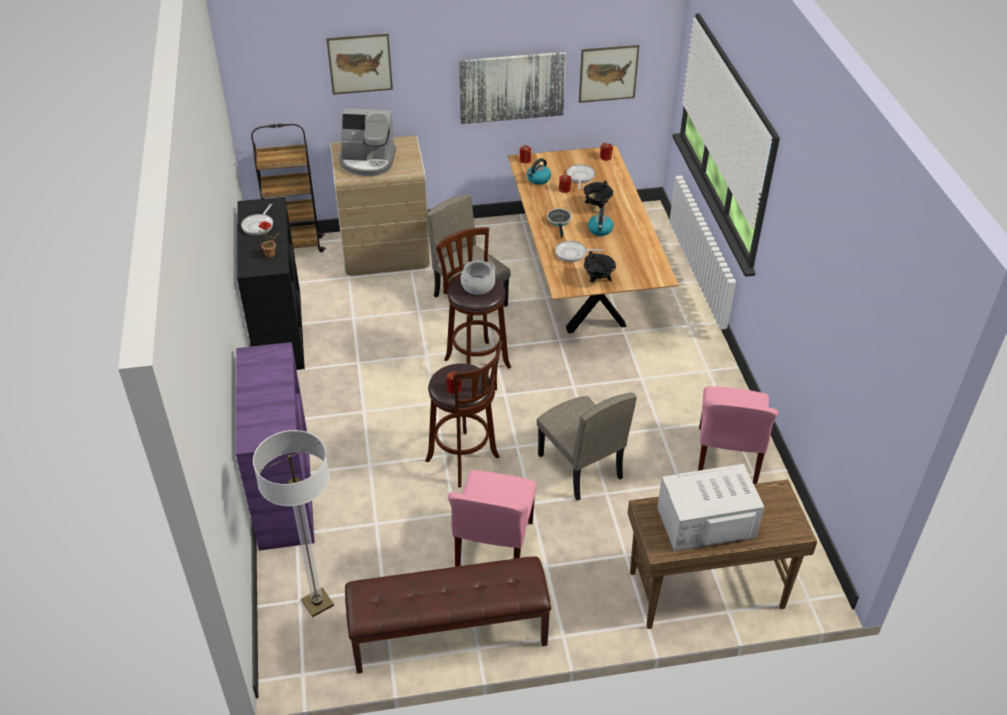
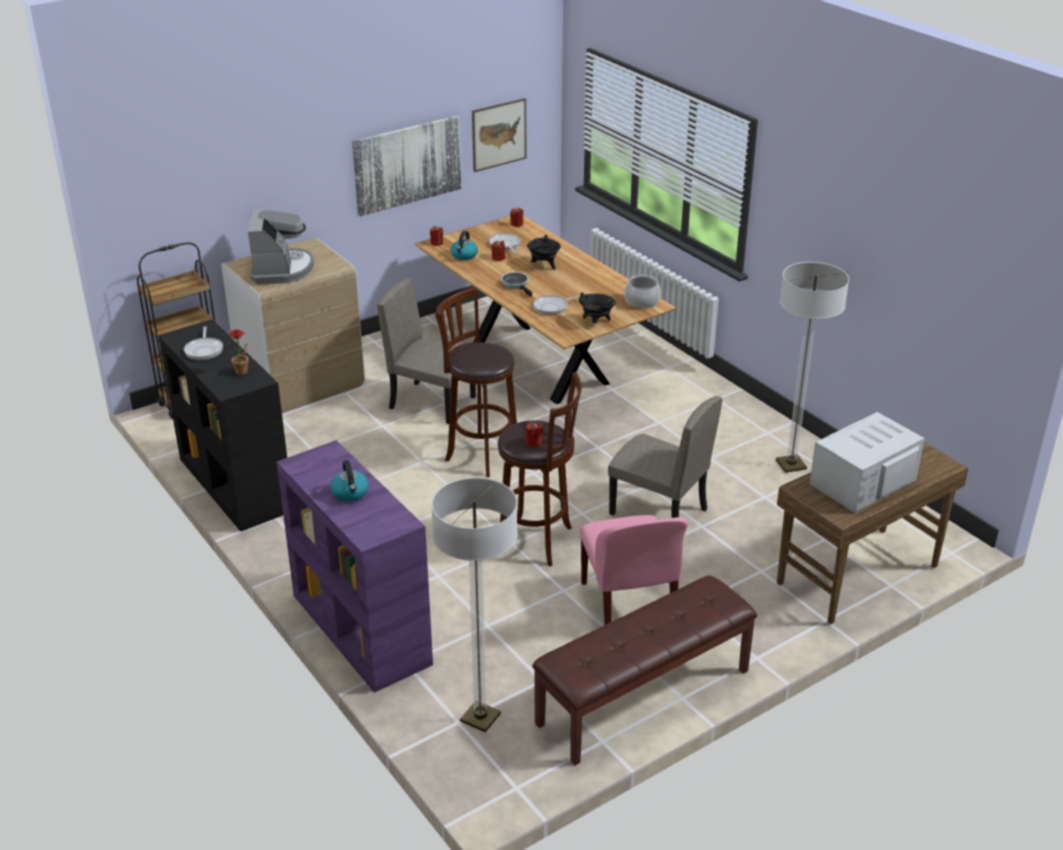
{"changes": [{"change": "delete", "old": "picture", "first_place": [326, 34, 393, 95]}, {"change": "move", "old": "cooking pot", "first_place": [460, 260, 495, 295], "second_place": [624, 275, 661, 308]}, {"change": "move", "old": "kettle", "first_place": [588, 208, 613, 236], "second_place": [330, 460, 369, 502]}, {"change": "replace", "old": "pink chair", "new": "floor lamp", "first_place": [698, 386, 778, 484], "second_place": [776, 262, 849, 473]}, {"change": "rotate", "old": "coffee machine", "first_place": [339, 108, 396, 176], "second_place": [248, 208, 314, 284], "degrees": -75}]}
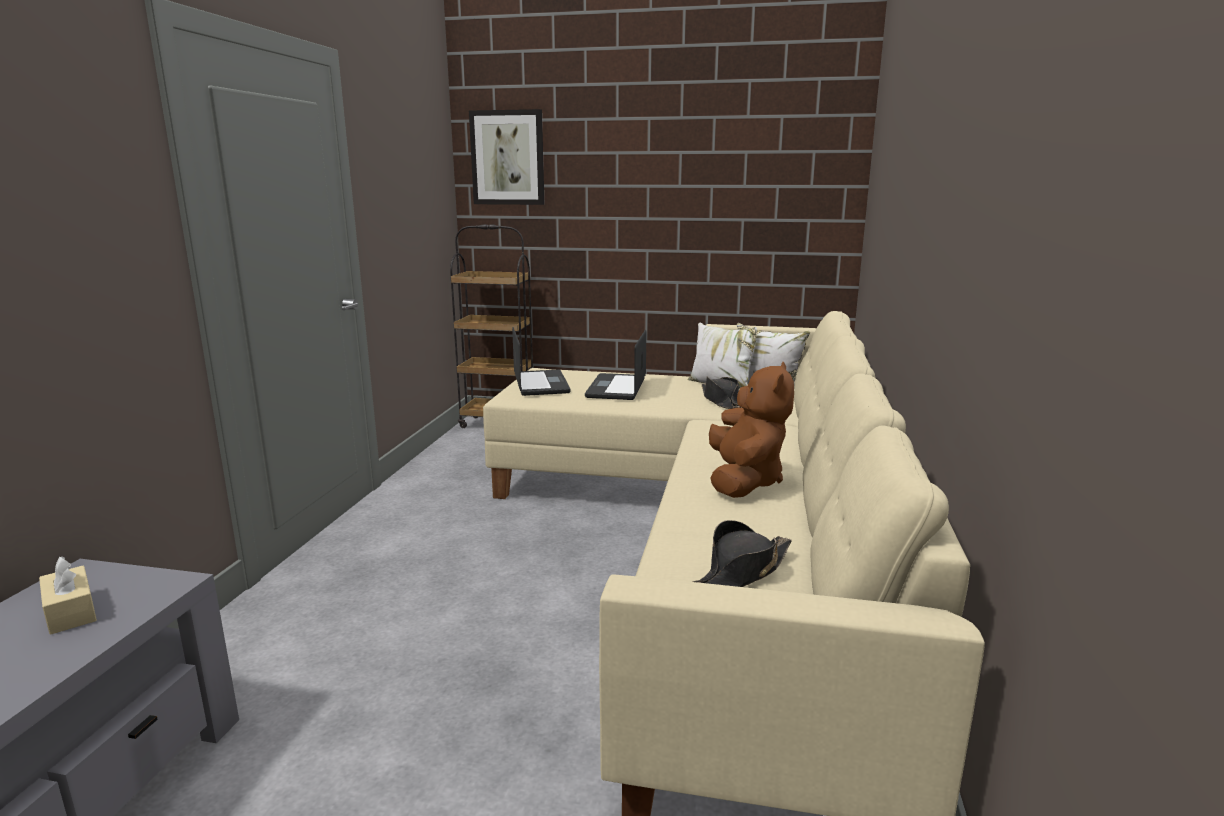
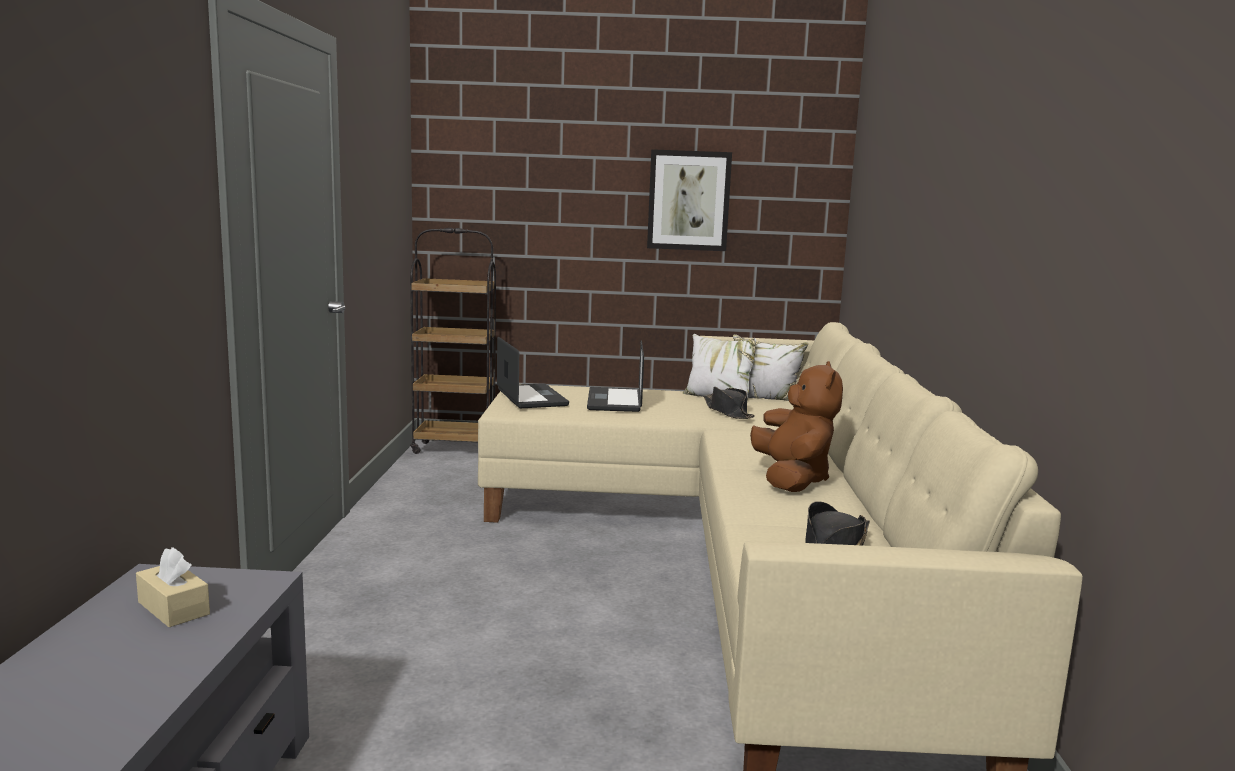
{"changes": [{"change": "move", "old": "picture", "first_place": [469, 109, 545, 205], "second_place": [647, 149, 732, 251]}]}
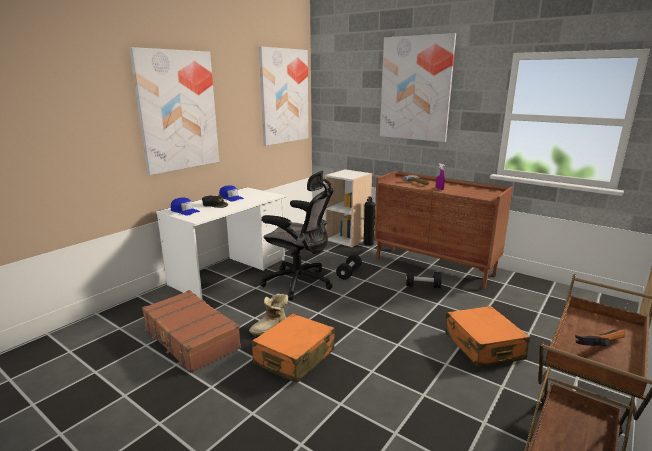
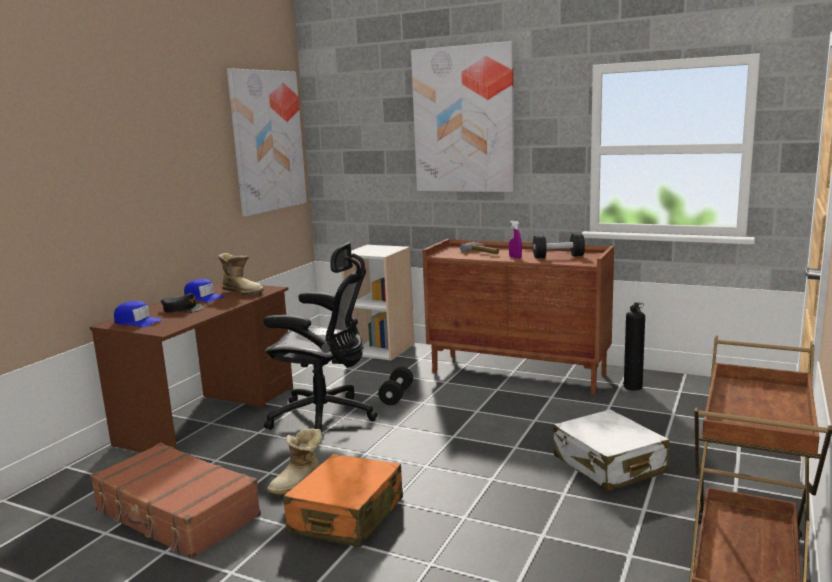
{"changes": [{"change": "delete", "old": "picture", "first_place": [129, 47, 219, 175]}, {"change": "delete", "old": "hammer", "first_place": [575, 329, 625, 346]}, {"change": "insert", "new": "boot", "second_place": [217, 253, 264, 296]}, {"change": "move", "old": "fire extinguisher", "first_place": [364, 197, 375, 246], "second_place": [624, 302, 645, 391]}, {"change": "move", "old": "black dumbbell", "first_place": [406, 270, 442, 288], "second_place": [533, 233, 585, 258]}, {"change": "recolor", "old": "white desk", "new": "brown desk", "first_place": [156, 187, 285, 300], "second_place": [90, 282, 293, 453]}, {"change": "recolor", "old": "orange suitcase", "new": "white suitcase", "first_place": [446, 306, 530, 367], "second_place": [553, 409, 669, 491]}]}
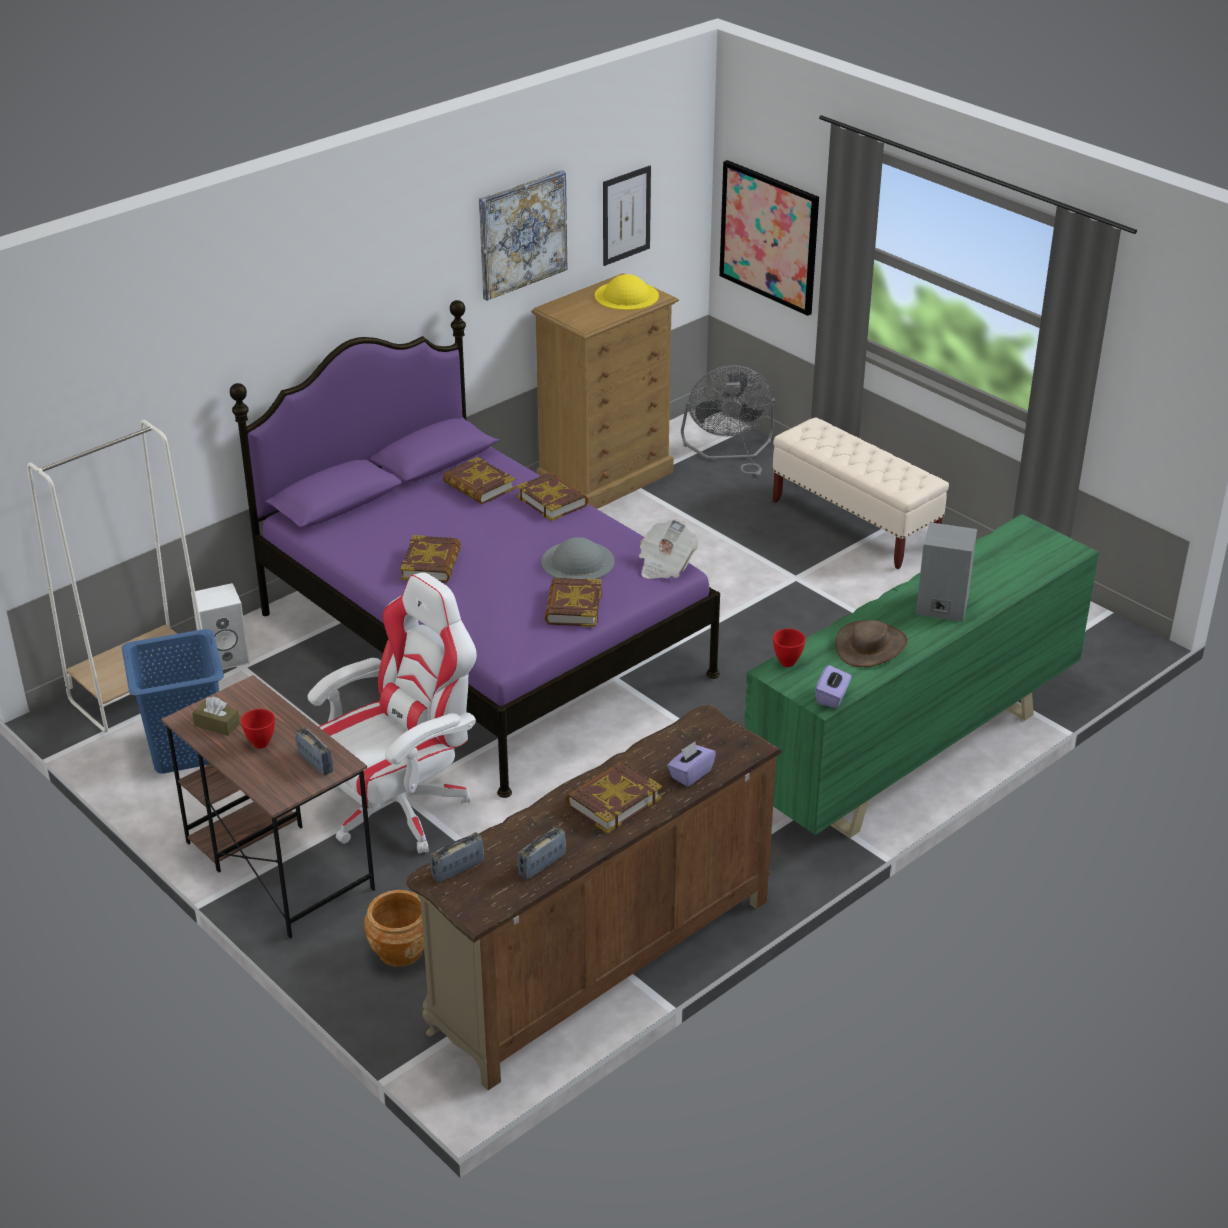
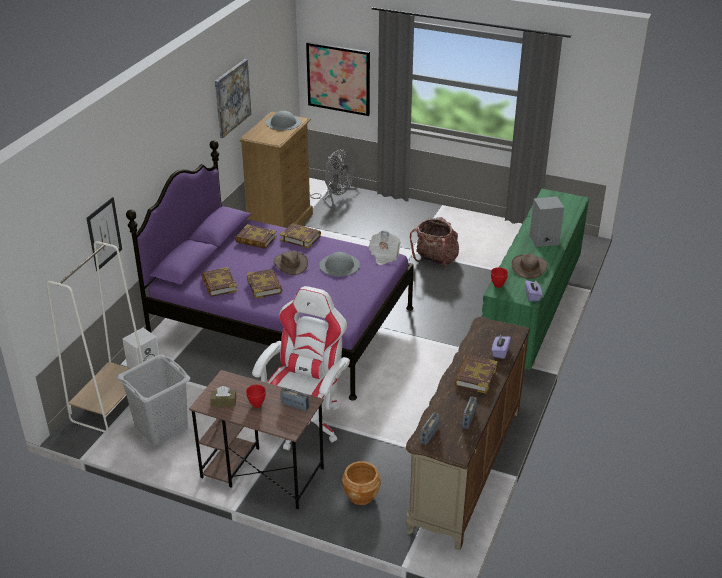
{"changes": [{"change": "delete", "old": "beige bench", "first_place": [772, 417, 949, 569]}, {"change": "insert", "new": "brown hat", "second_place": [274, 251, 308, 275]}, {"change": "insert", "new": "backpack", "second_place": [410, 217, 459, 269]}, {"change": "move", "old": "book", "first_place": [545, 578, 602, 627], "second_place": [201, 267, 237, 297]}, {"change": "move", "old": "picture", "first_place": [603, 165, 651, 266], "second_place": [86, 197, 122, 271]}, {"change": "recolor", "old": "blue laundry basket", "new": "grey laundry basket", "first_place": [122, 629, 224, 774], "second_place": [117, 354, 190, 445]}, {"change": "recolor", "old": "yellow hat", "new": "grey hat", "first_place": [595, 274, 659, 310], "second_place": [266, 111, 301, 130]}, {"change": "rotate", "old": "grey fan", "first_place": [681, 365, 775, 477], "second_place": [310, 149, 359, 210], "degrees": 150}]}
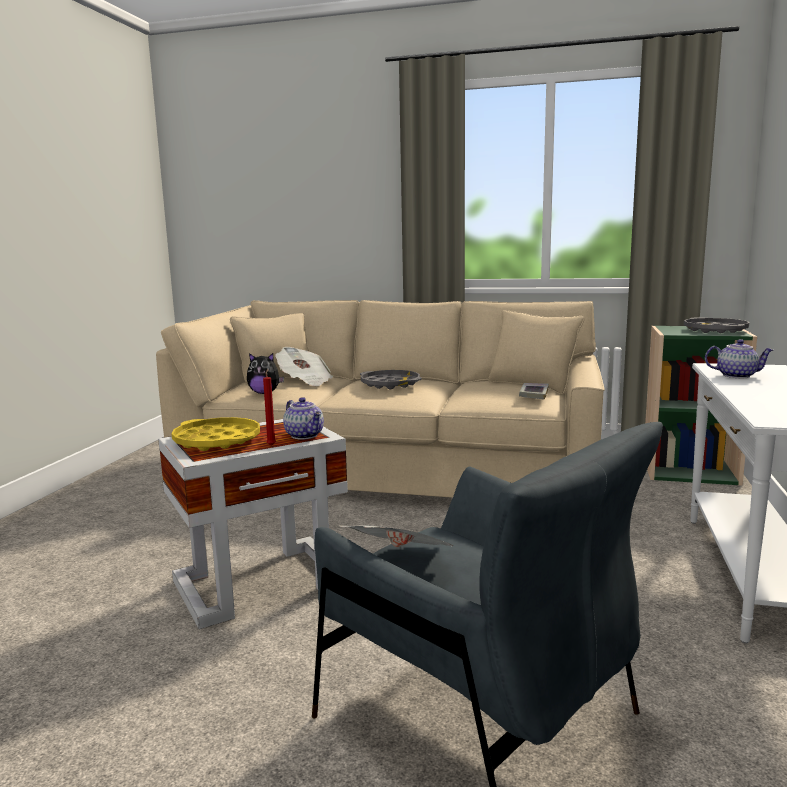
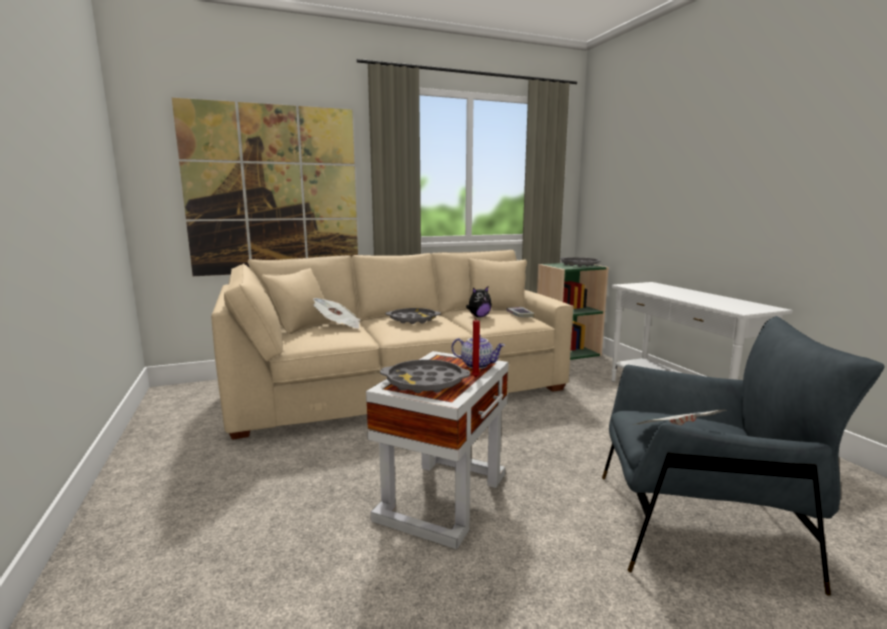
{"changes": [{"change": "delete", "old": "teapot", "first_place": [705, 339, 773, 378]}, {"change": "insert", "new": "picture", "second_place": [172, 98, 358, 276]}, {"change": "move", "old": "plush toy", "first_place": [247, 353, 284, 394], "second_place": [466, 287, 492, 317]}, {"change": "recolor", "old": "yellow tray", "new": "grey tray", "first_place": [171, 417, 260, 451], "second_place": [380, 359, 470, 393]}]}
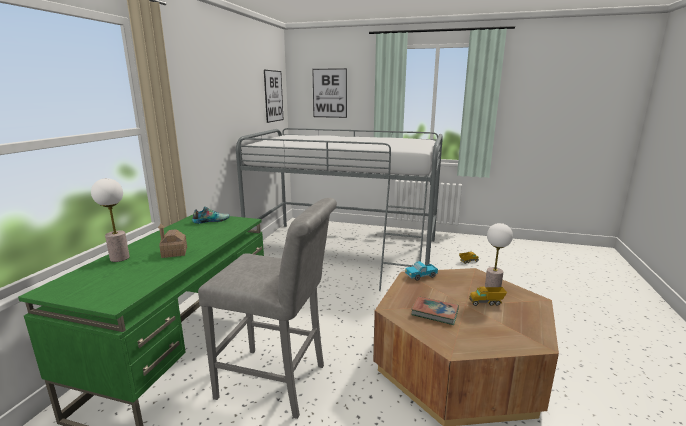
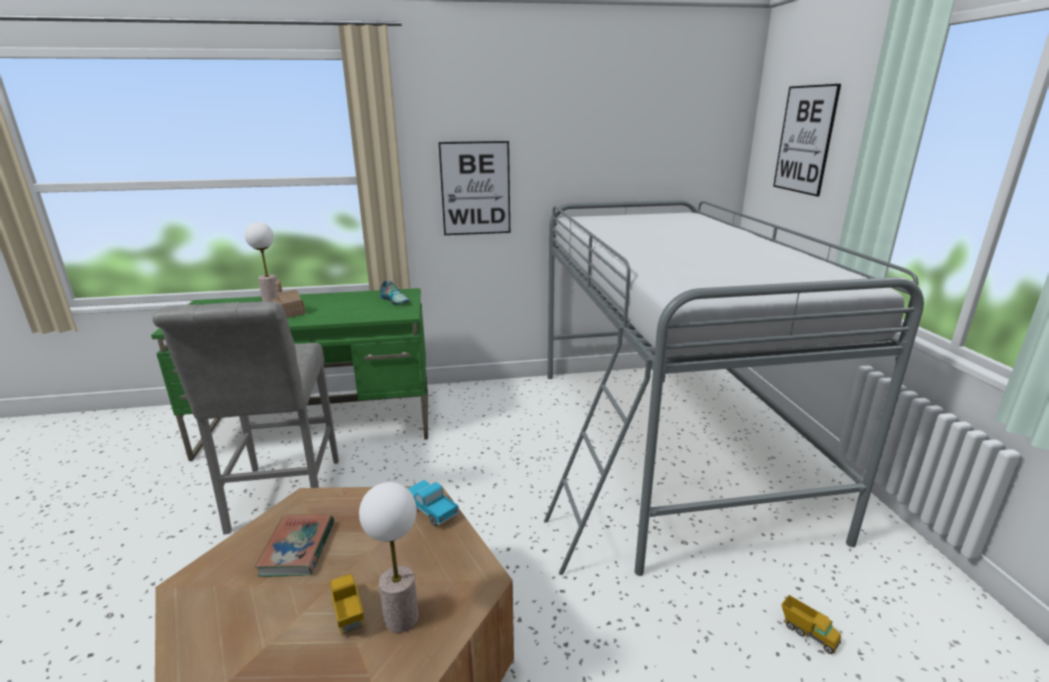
{"changes": [{"change": "move", "old": "picture", "first_place": [264, 70, 284, 123], "second_place": [439, 141, 510, 235]}]}
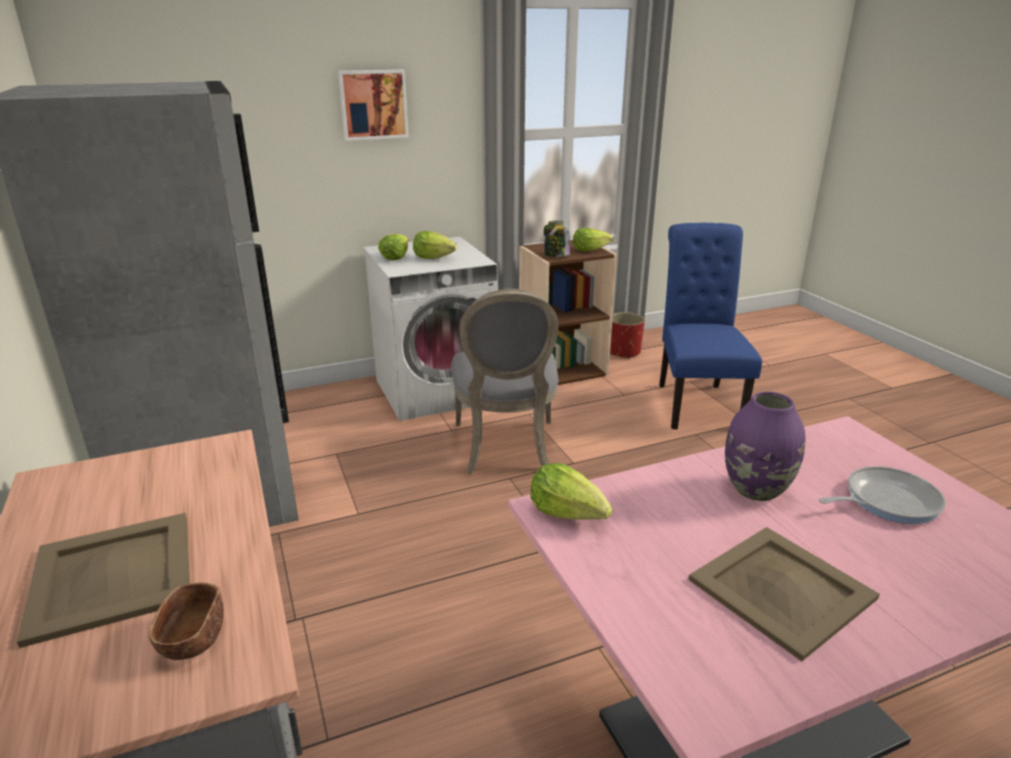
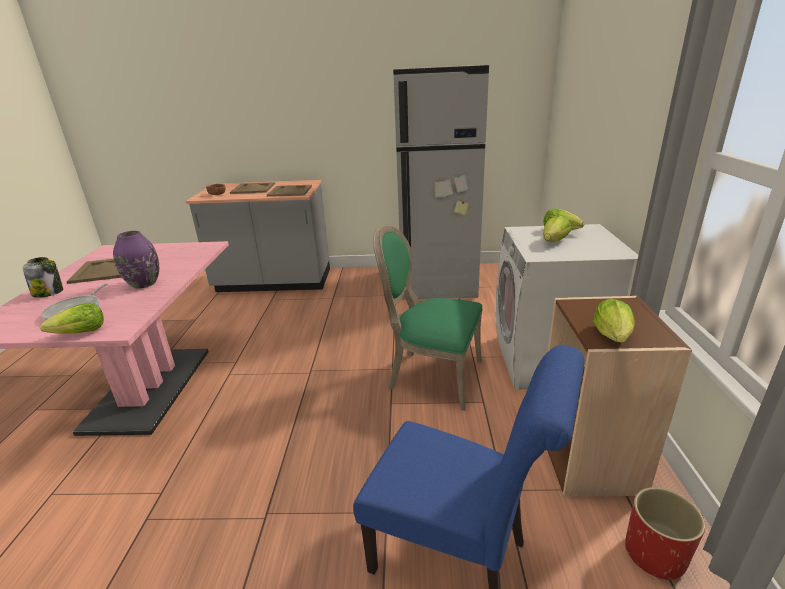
{"changes": [{"change": "delete", "old": "picture", "first_place": [338, 70, 409, 141]}, {"change": "insert", "new": "beige tray", "second_place": [267, 185, 312, 197]}, {"change": "move", "old": "lettuce", "first_place": [531, 463, 613, 520], "second_place": [40, 303, 104, 334]}, {"change": "move", "old": "jar", "first_place": [544, 221, 570, 257], "second_place": [23, 257, 63, 298]}, {"change": "recolor", "old": "grey chair", "new": "green chair", "first_place": [451, 289, 559, 474], "second_place": [373, 226, 482, 411]}]}
